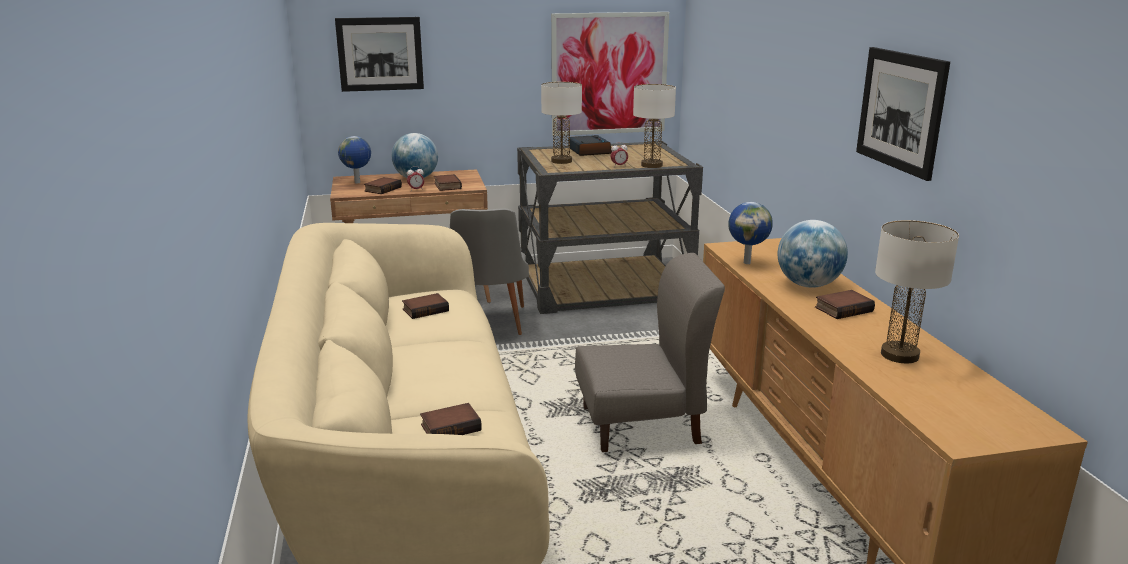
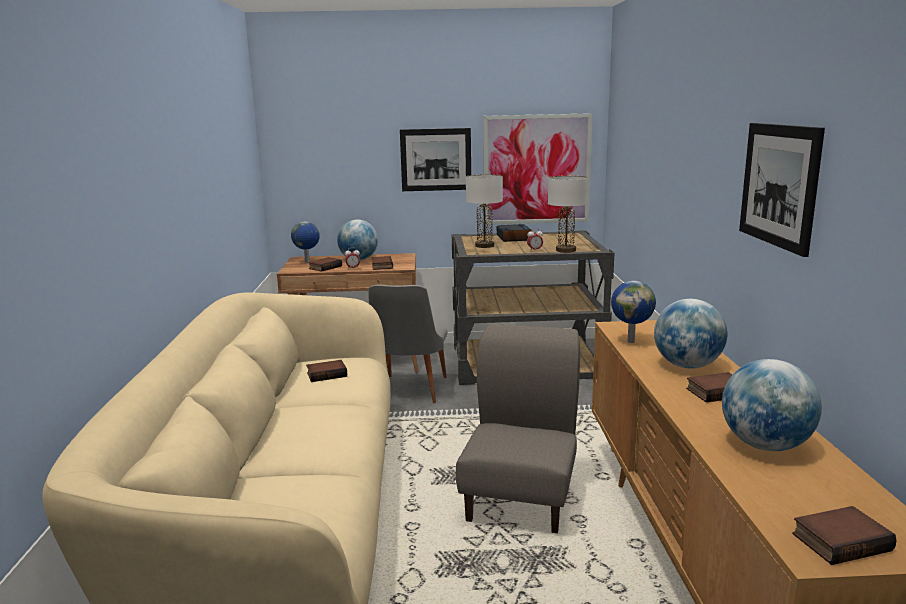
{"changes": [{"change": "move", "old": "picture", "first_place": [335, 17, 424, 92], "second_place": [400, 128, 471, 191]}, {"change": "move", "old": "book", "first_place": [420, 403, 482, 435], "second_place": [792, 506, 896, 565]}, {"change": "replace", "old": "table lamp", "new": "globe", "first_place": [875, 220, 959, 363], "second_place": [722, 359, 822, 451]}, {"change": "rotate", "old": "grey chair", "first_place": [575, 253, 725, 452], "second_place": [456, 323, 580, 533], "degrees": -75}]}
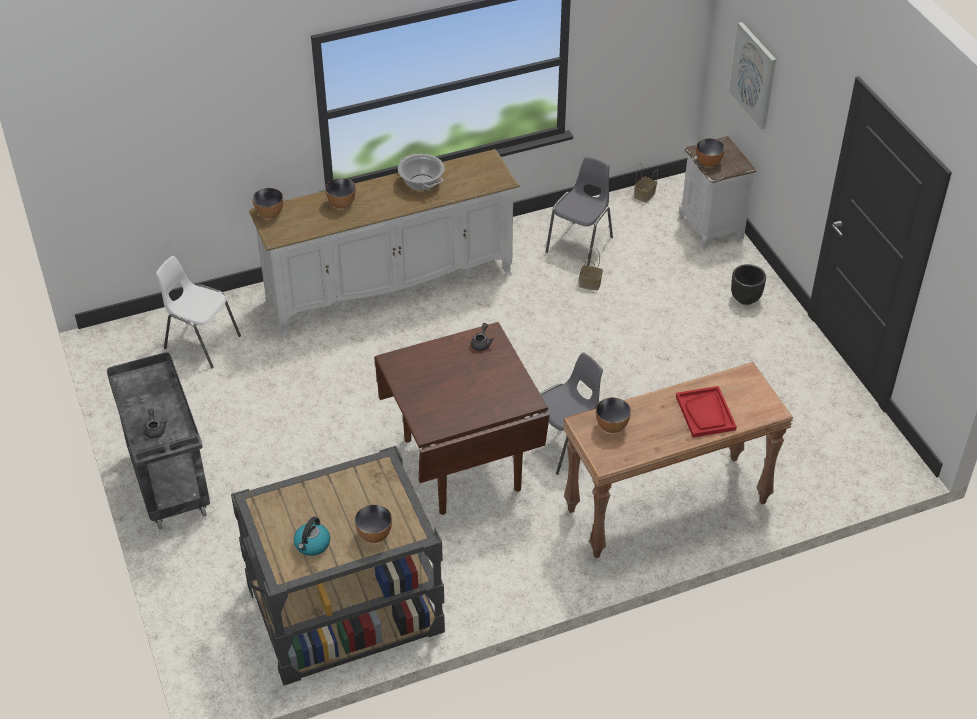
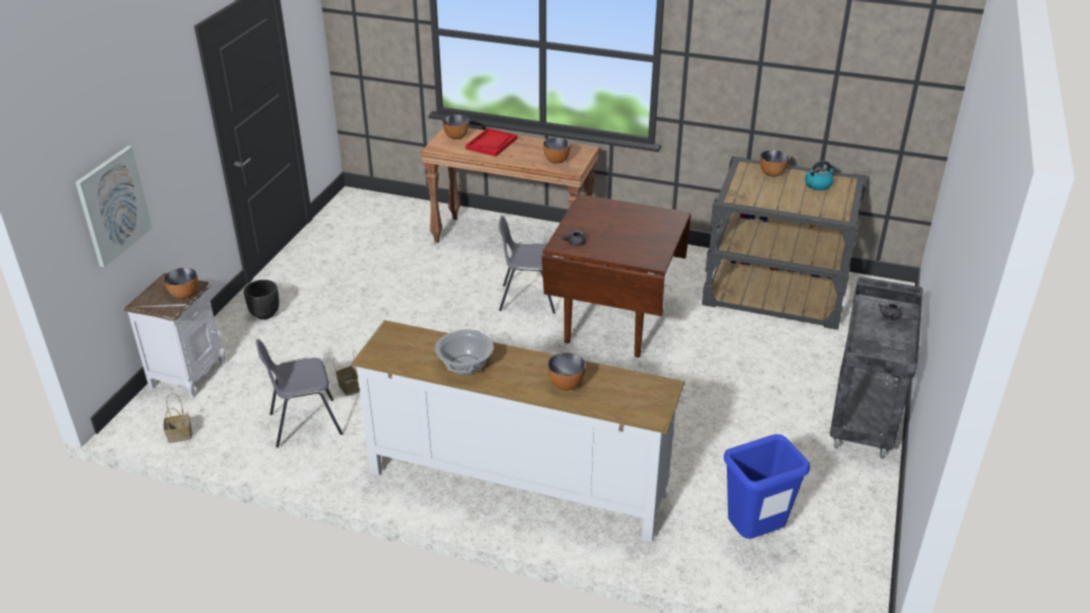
{"changes": [{"change": "move", "old": "bowl", "first_place": [252, 188, 283, 218], "second_place": [442, 115, 469, 139]}, {"change": "replace", "old": "white chair", "new": "blue trash can", "first_place": [156, 256, 241, 368], "second_place": [724, 434, 810, 539]}]}
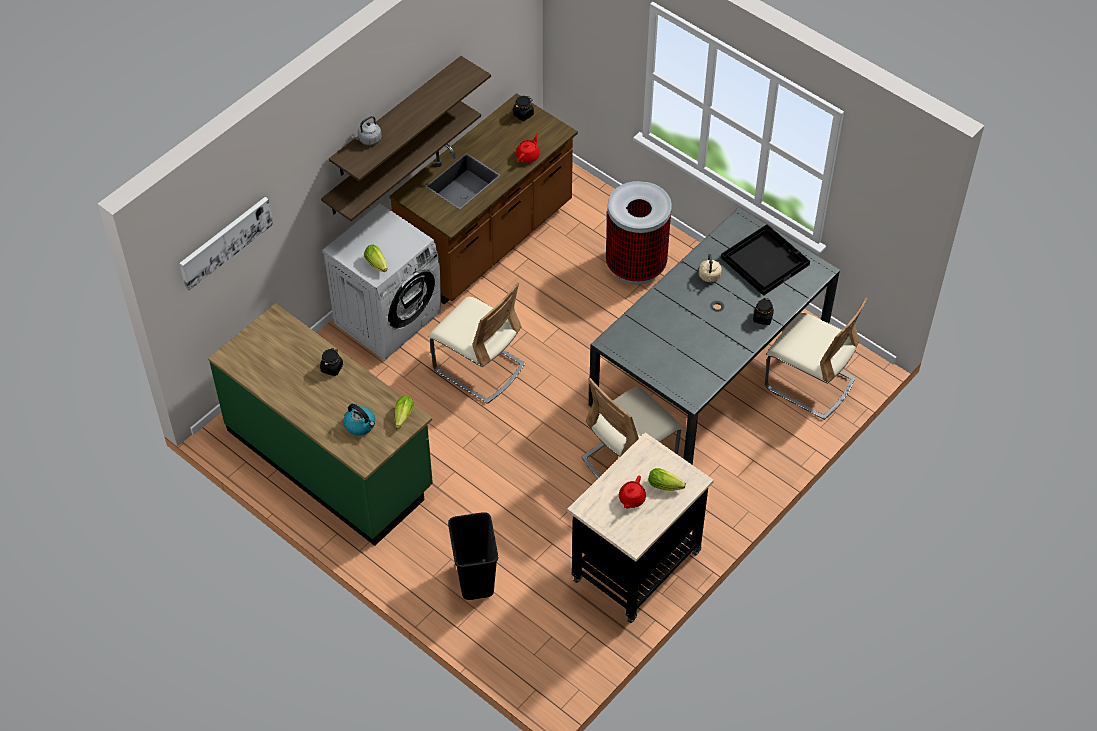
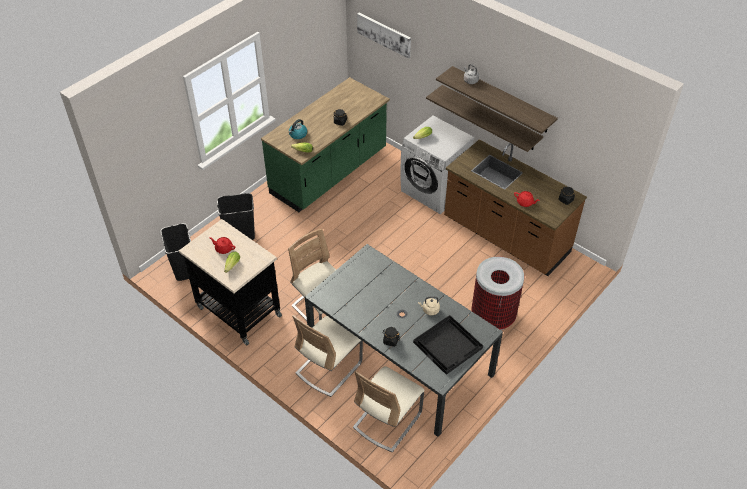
{"changes": [{"change": "insert", "new": "black trash can", "second_place": [160, 223, 191, 281]}, {"change": "move", "old": "beige chair", "first_place": [429, 282, 525, 404], "second_place": [292, 315, 363, 397]}]}
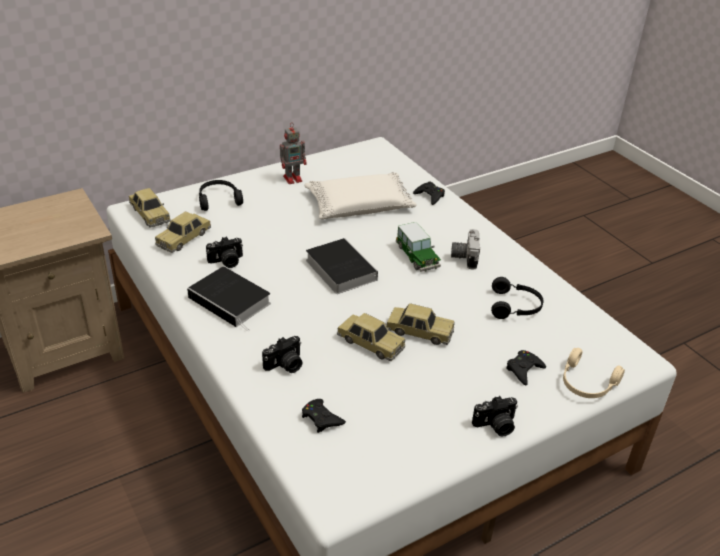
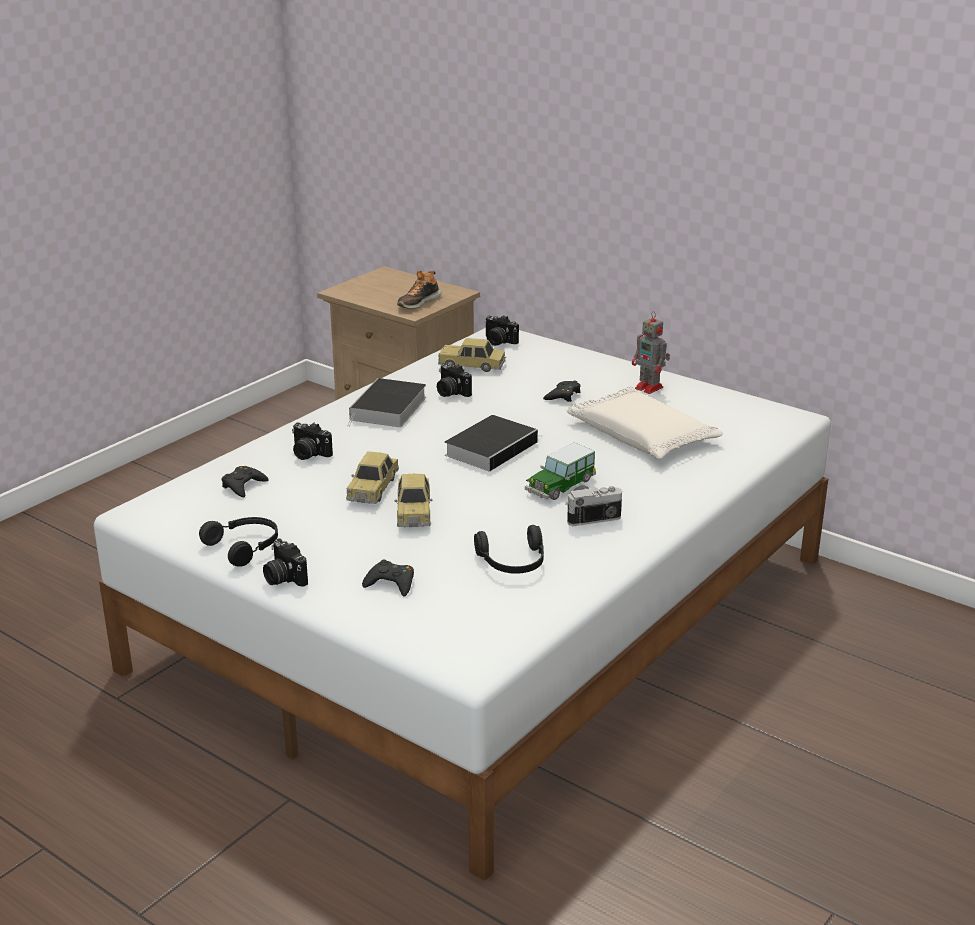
{"changes": [{"change": "delete", "old": "beige headphones", "first_place": [563, 348, 625, 398]}, {"change": "insert", "new": "shoe", "second_place": [397, 270, 442, 309]}, {"change": "move", "old": "black headphones", "first_place": [199, 180, 243, 211], "second_place": [199, 517, 278, 567]}, {"change": "move", "old": "black game controller", "first_place": [413, 181, 445, 205], "second_place": [543, 380, 581, 402]}, {"change": "replace", "old": "toy car", "new": "photo camera", "first_place": [129, 188, 171, 228], "second_place": [484, 315, 519, 346]}]}
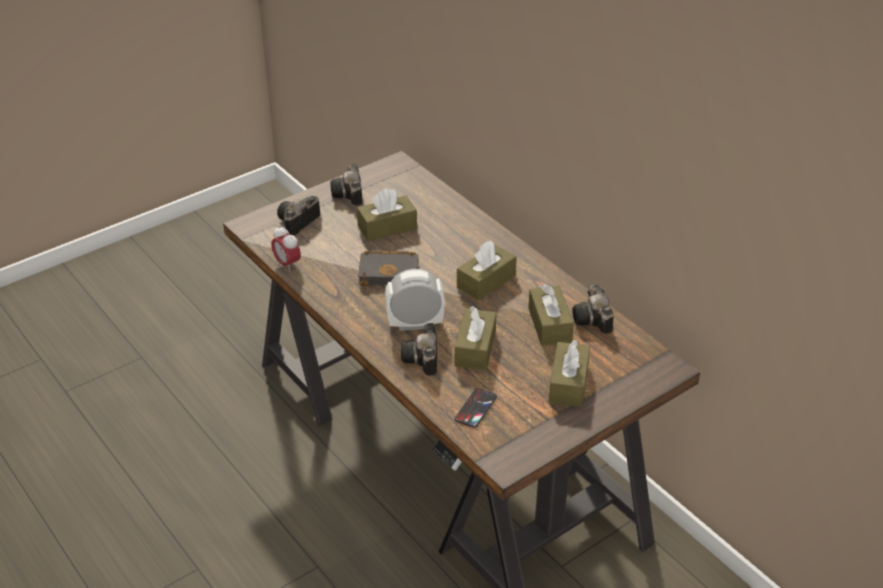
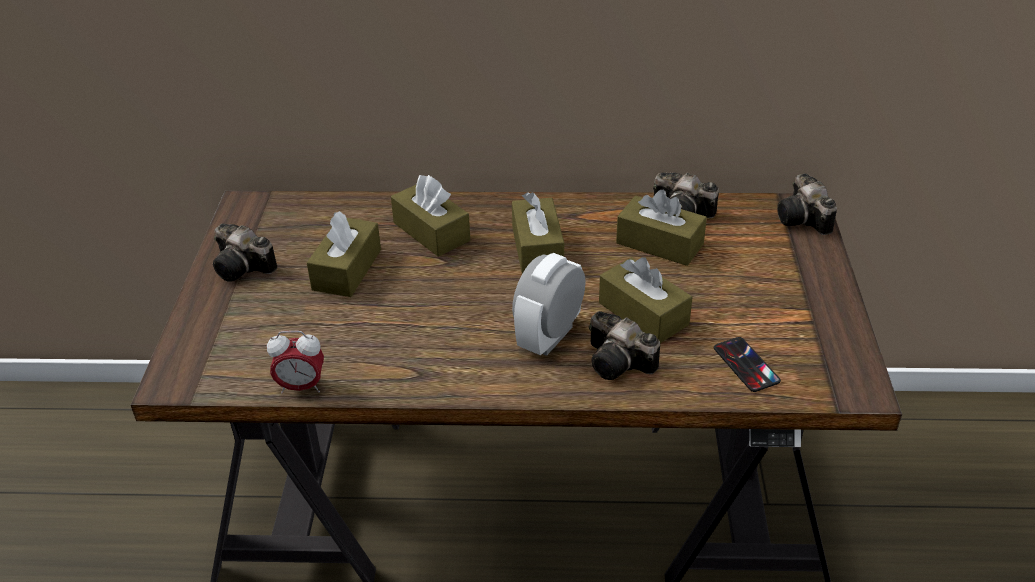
{"changes": [{"change": "delete", "old": "black book", "first_place": [358, 251, 418, 286]}, {"change": "move", "old": "photo camera", "first_place": [277, 196, 320, 236], "second_place": [777, 173, 837, 235]}, {"change": "move", "old": "brown tissue box", "first_place": [549, 340, 590, 407], "second_place": [391, 175, 470, 257]}]}
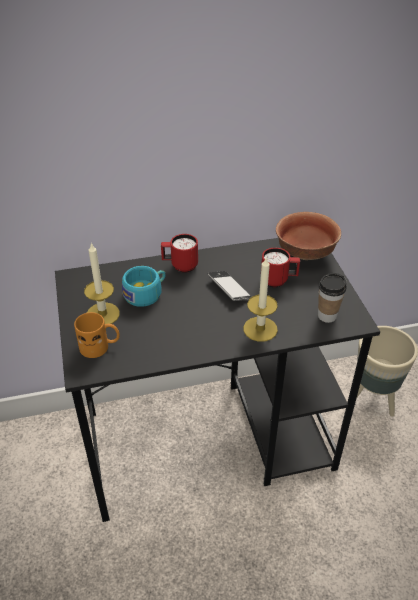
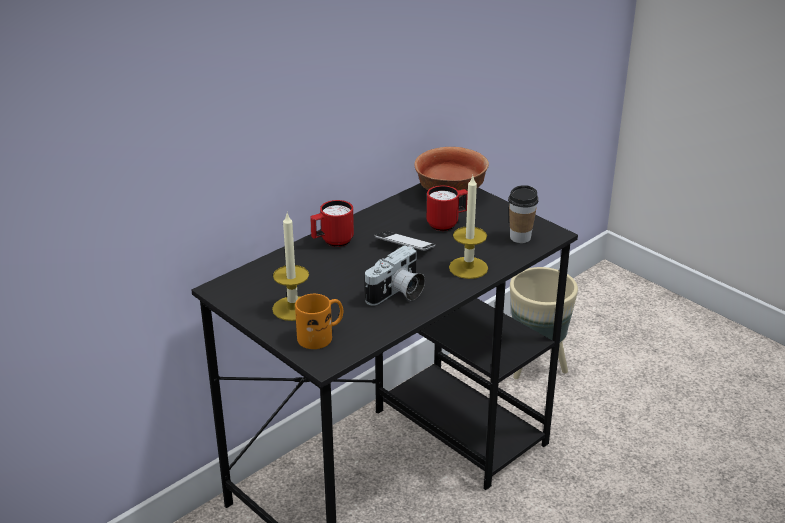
{"changes": [{"change": "delete", "old": "turquoise cup", "first_place": [122, 266, 166, 307]}, {"change": "insert", "new": "photo camera", "second_place": [365, 245, 425, 306]}]}
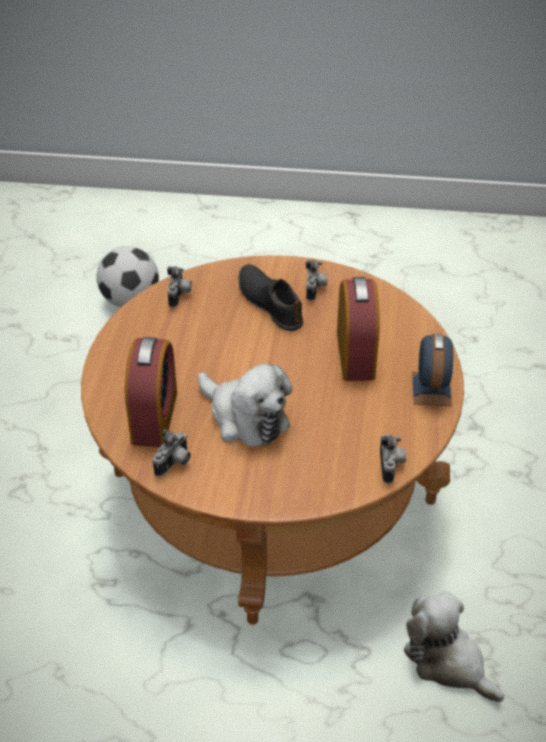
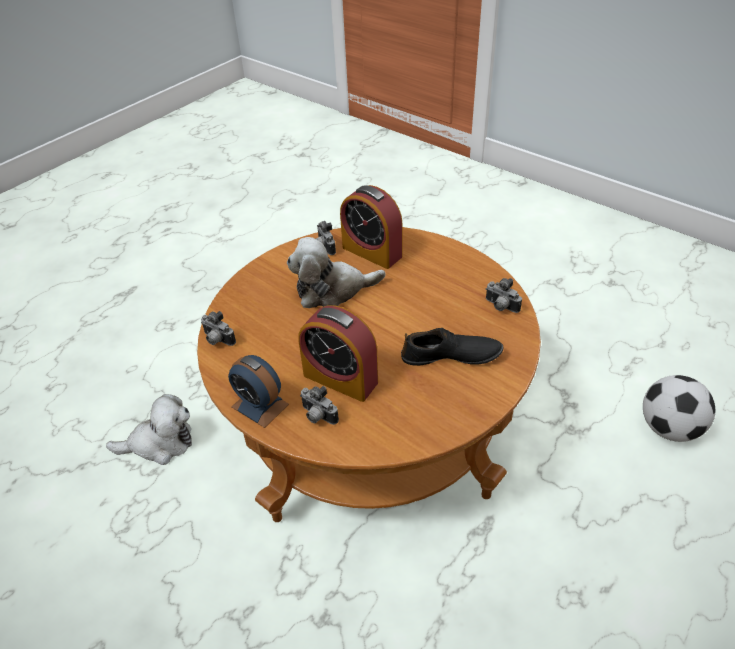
{"changes": [{"change": "move", "old": "photo camera", "first_place": [305, 260, 328, 301], "second_place": [300, 386, 339, 425]}]}
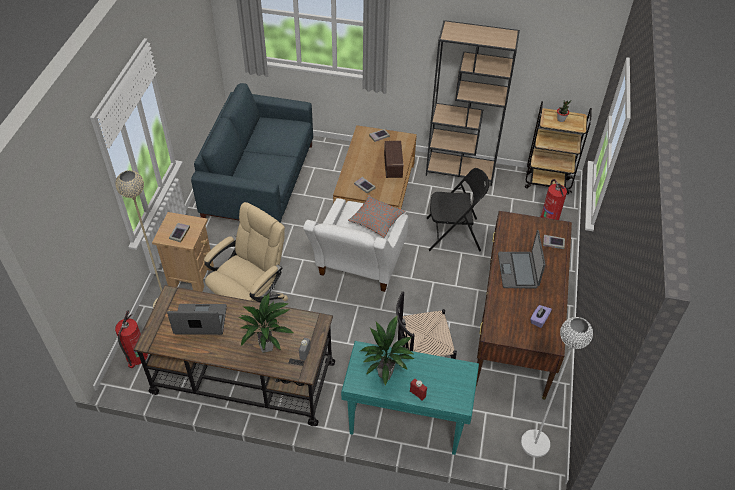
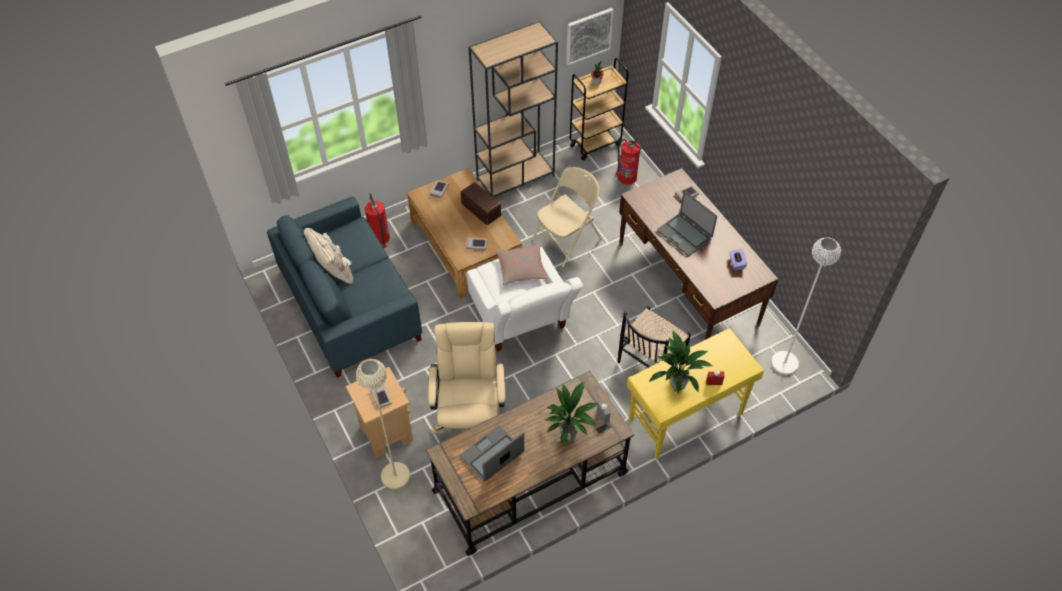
{"changes": [{"change": "insert", "new": "beige pillow", "second_place": [304, 228, 353, 284]}, {"change": "insert", "new": "picture", "second_place": [566, 8, 613, 66]}, {"change": "move", "old": "fire extinguisher", "first_place": [115, 310, 148, 368], "second_place": [365, 193, 390, 248]}, {"change": "recolor", "old": "turquoise console table", "new": "yellow console table", "first_place": [341, 341, 479, 455], "second_place": [627, 328, 764, 459]}, {"change": "recolor", "old": "black chair", "new": "beige chair", "first_place": [427, 168, 489, 251], "second_place": [532, 167, 602, 268]}]}
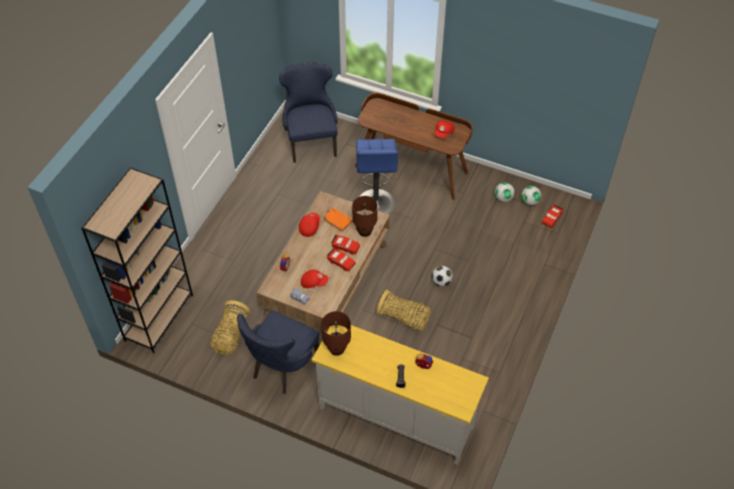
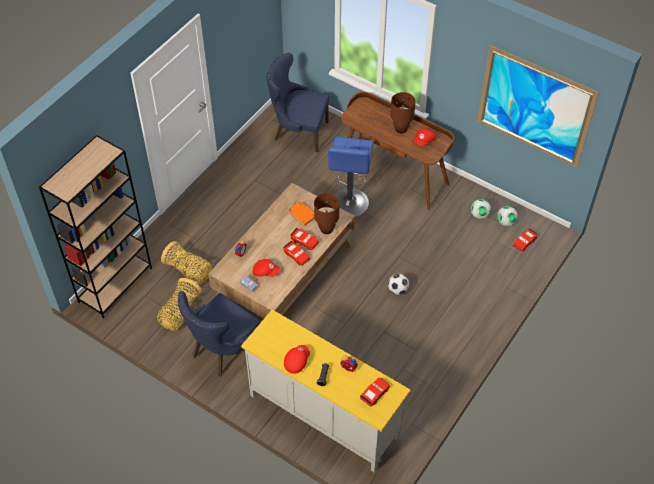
{"changes": [{"change": "insert", "new": "red toy car", "second_place": [360, 378, 390, 407]}, {"change": "insert", "new": "picture", "second_place": [477, 45, 599, 168]}, {"change": "move", "old": "red cap", "first_place": [299, 213, 320, 237], "second_place": [284, 345, 310, 374]}, {"change": "move", "old": "brown table lamp", "first_place": [321, 311, 351, 356], "second_place": [390, 92, 416, 133]}, {"change": "move", "old": "basket", "first_place": [377, 289, 431, 330], "second_place": [161, 241, 212, 284]}, {"change": "rotate", "old": "blue chair", "first_place": [279, 62, 338, 163], "second_place": [267, 53, 329, 153], "degrees": -75}]}
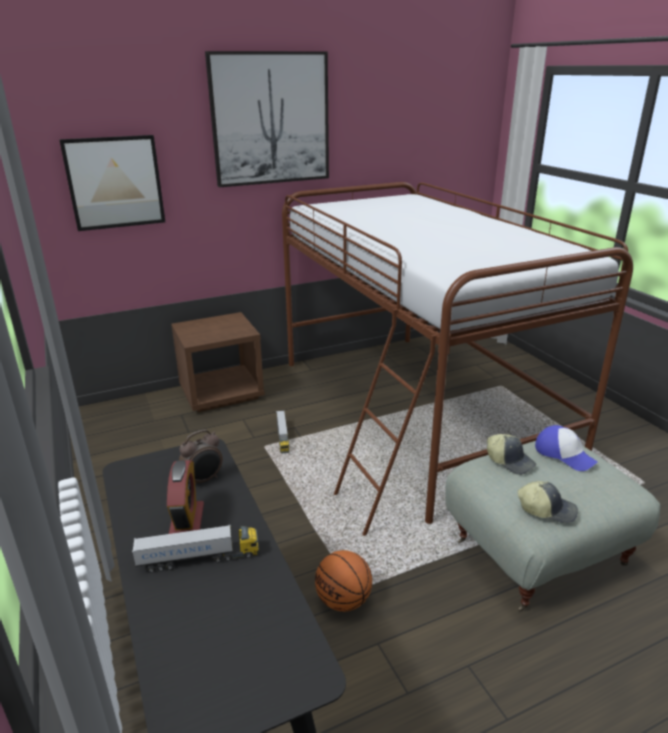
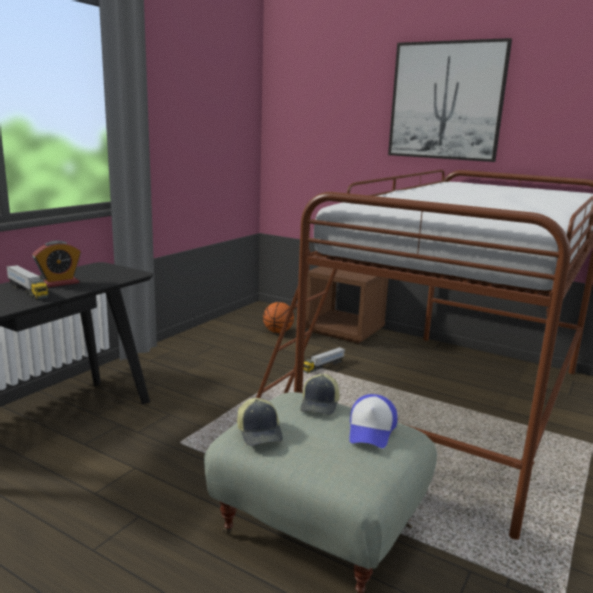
{"changes": [{"change": "delete", "old": "picture", "first_place": [59, 135, 165, 231]}, {"change": "delete", "old": "alarm clock", "first_place": [179, 429, 222, 485]}, {"change": "move", "old": "basketball", "first_place": [315, 550, 372, 612], "second_place": [263, 302, 294, 333]}]}
